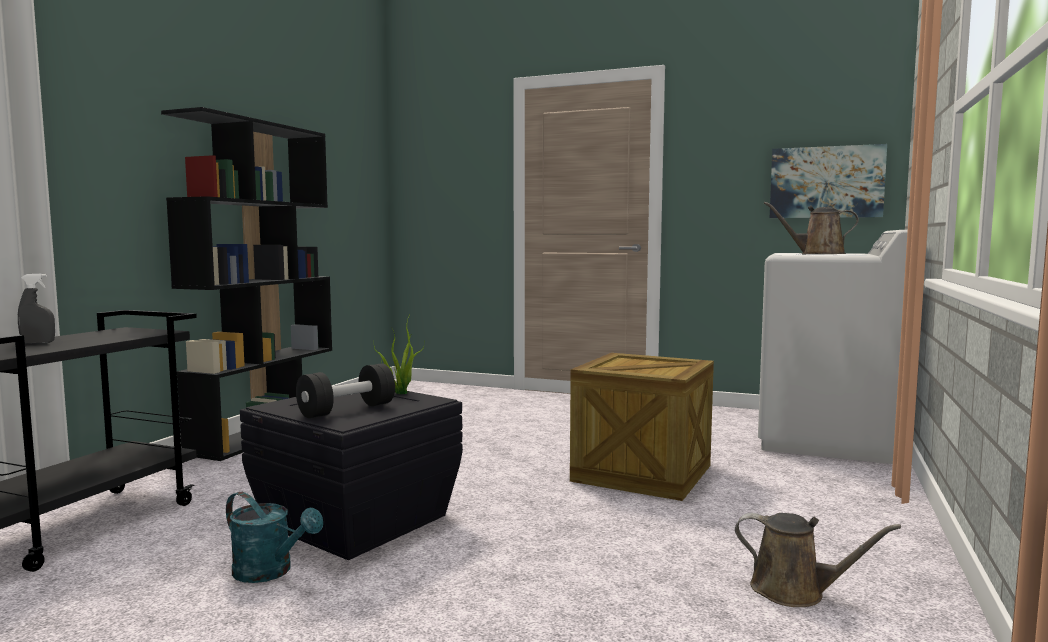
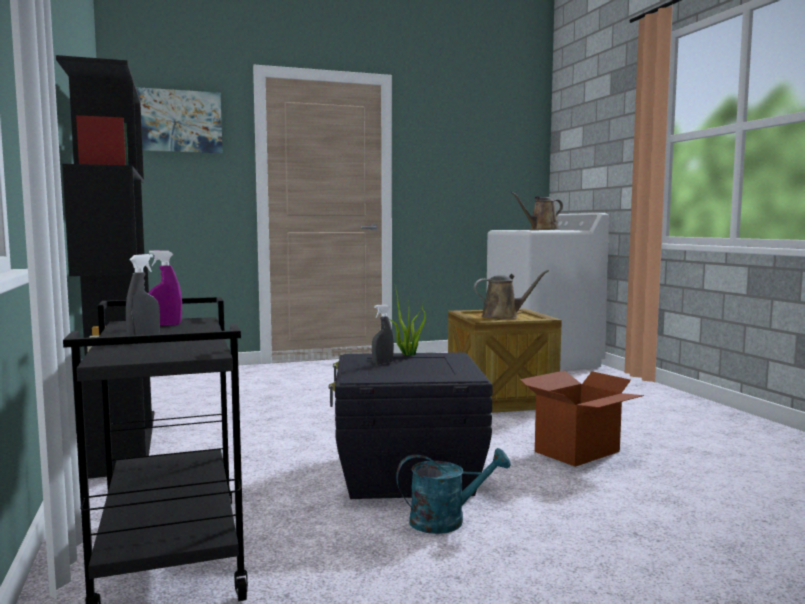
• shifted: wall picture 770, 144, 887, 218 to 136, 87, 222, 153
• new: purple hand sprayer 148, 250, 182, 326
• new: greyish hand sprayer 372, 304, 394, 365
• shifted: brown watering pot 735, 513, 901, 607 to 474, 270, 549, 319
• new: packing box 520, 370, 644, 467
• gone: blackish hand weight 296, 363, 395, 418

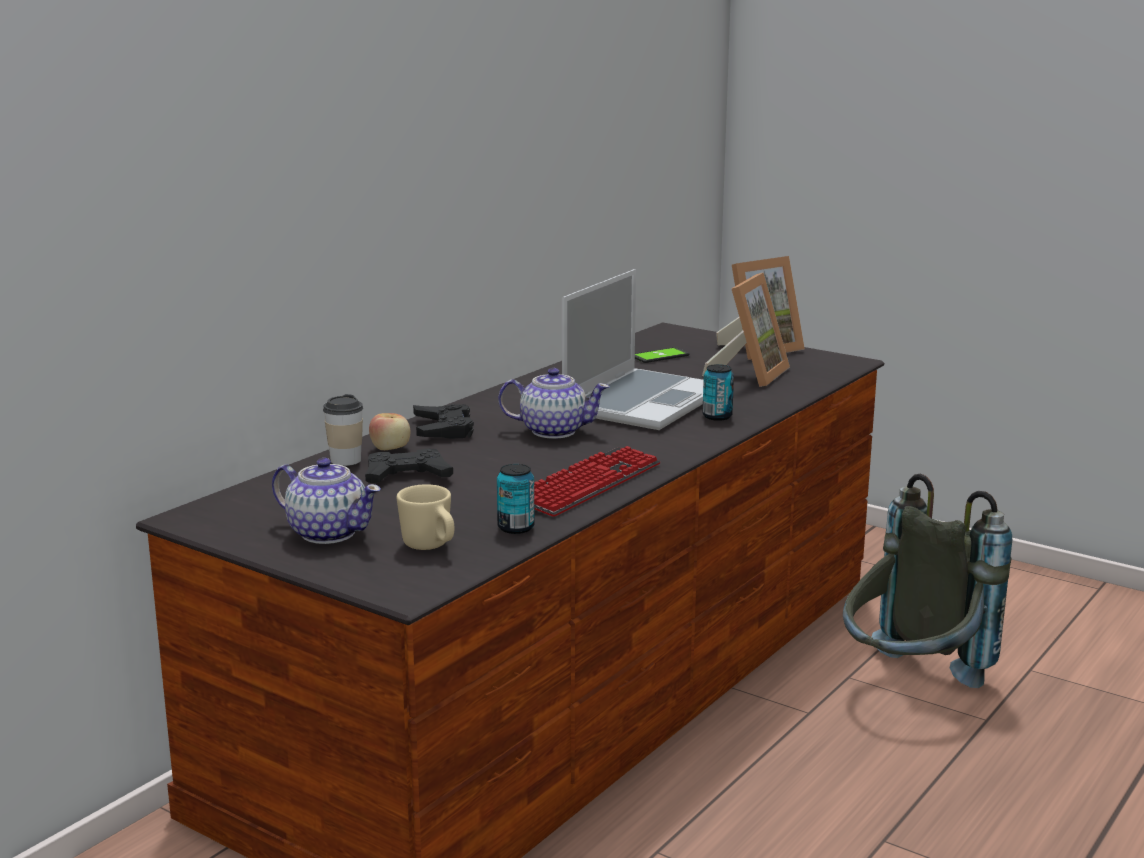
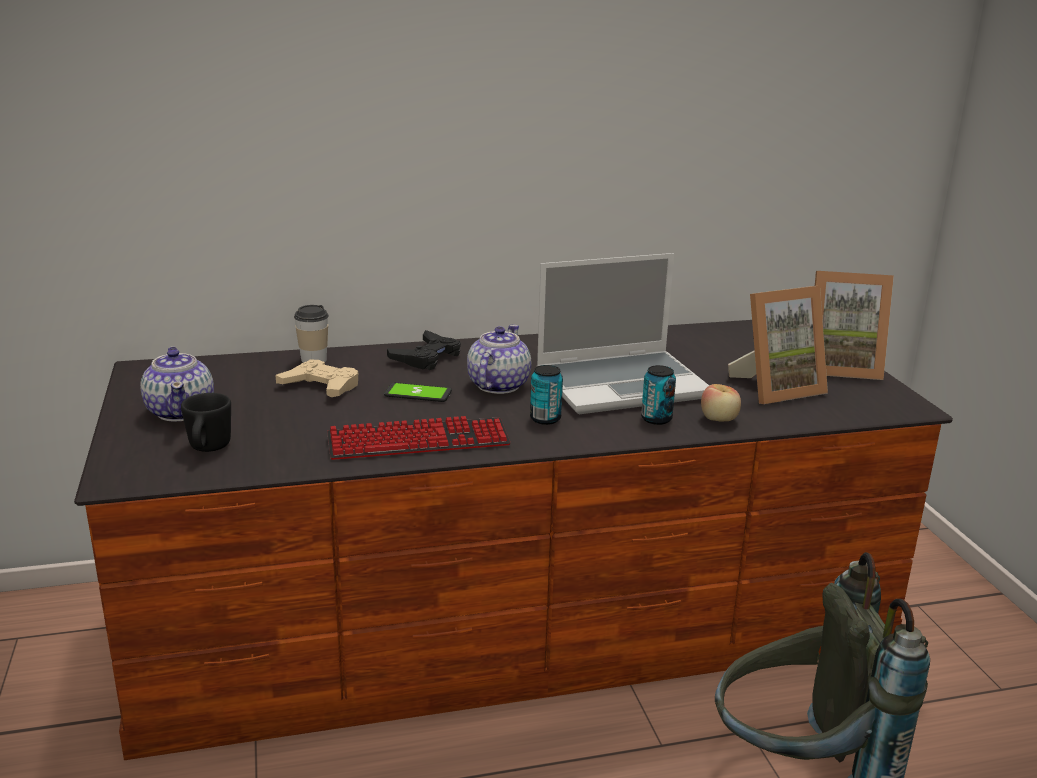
• repainted: sand-coloured coffee mug 397, 484, 454, 550 to blackish coffee mug 181, 393, 231, 452
• repainted: blackish joypad 365, 448, 453, 483 to sand-coloured joypad 275, 360, 358, 397
• shifted: phone 635, 347, 690, 363 to 384, 382, 452, 402
• rotated: teapot 498, 368, 610, 438 = 467, 325, 531, 394 120 degrees counterclockwise
• shifted: metal can 497, 464, 535, 534 to 530, 365, 563, 425
• shifted: apple fruit 369, 413, 410, 450 to 701, 384, 741, 421

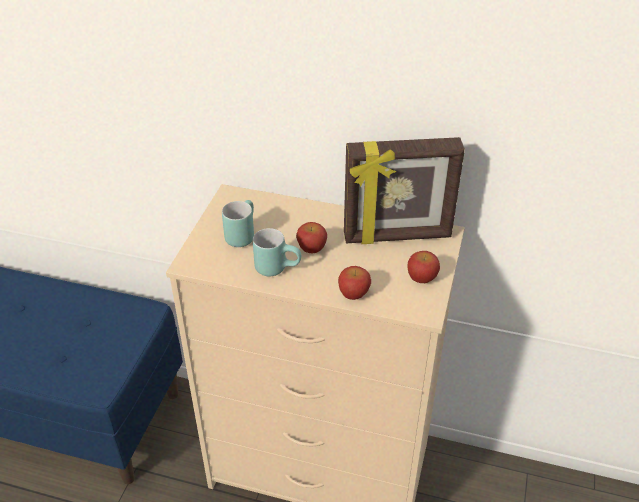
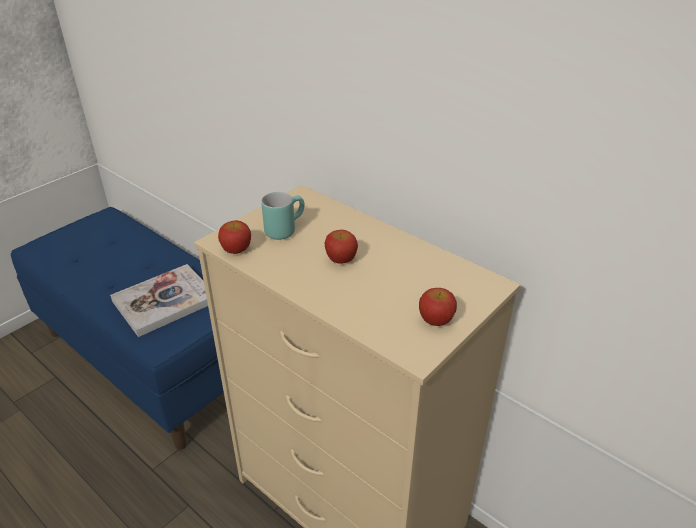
• new: book 110, 264, 208, 337
• shifted: apple fruit 338, 266, 371, 300 to 218, 220, 251, 254
• gone: blue-green coffee mug 253, 228, 301, 276
• gone: photo frame 344, 137, 465, 244

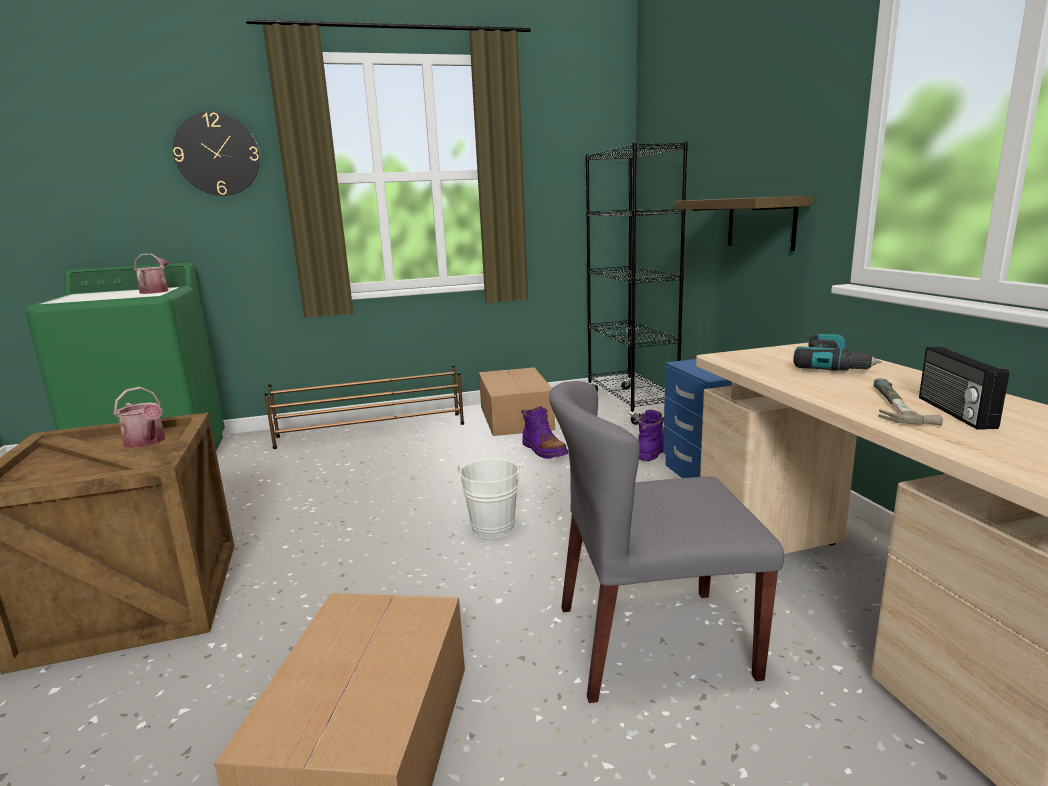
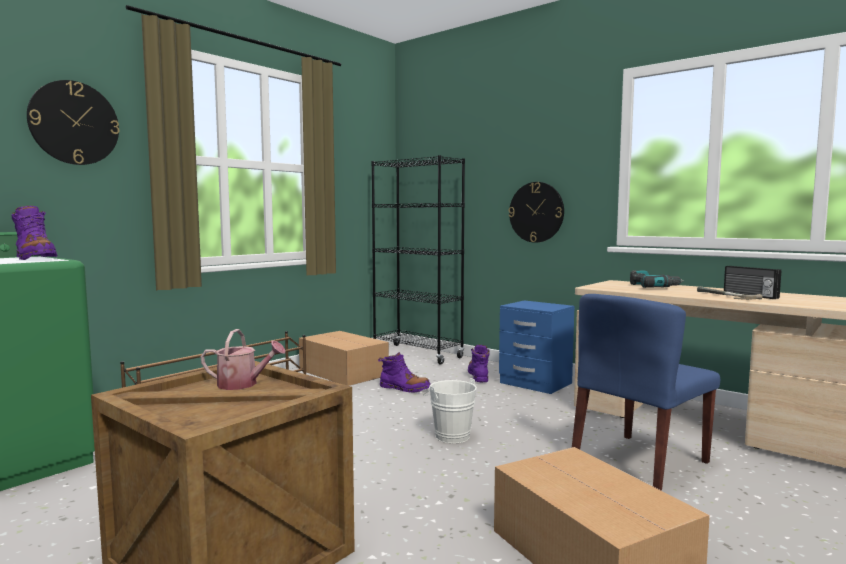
• swapped: watering pot 134, 253, 169, 294 to purple boot 12, 206, 57, 260
• swapped: shelf 674, 195, 813, 251 to hanging clock 509, 182, 564, 243
• repainted: greyish plain chair 549, 381, 784, 703 to blue plain chair 572, 294, 720, 491

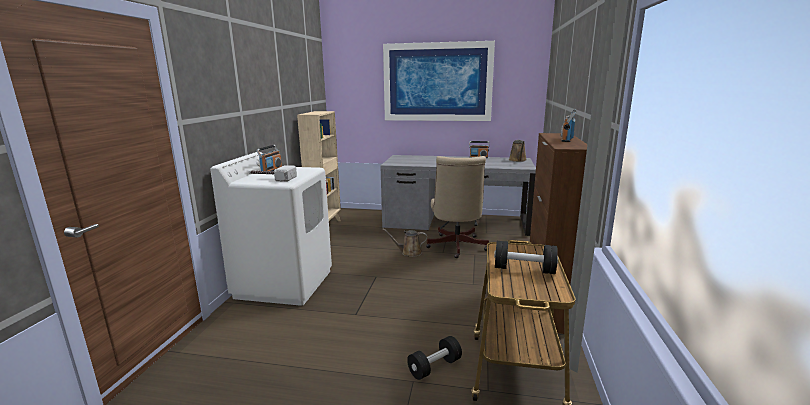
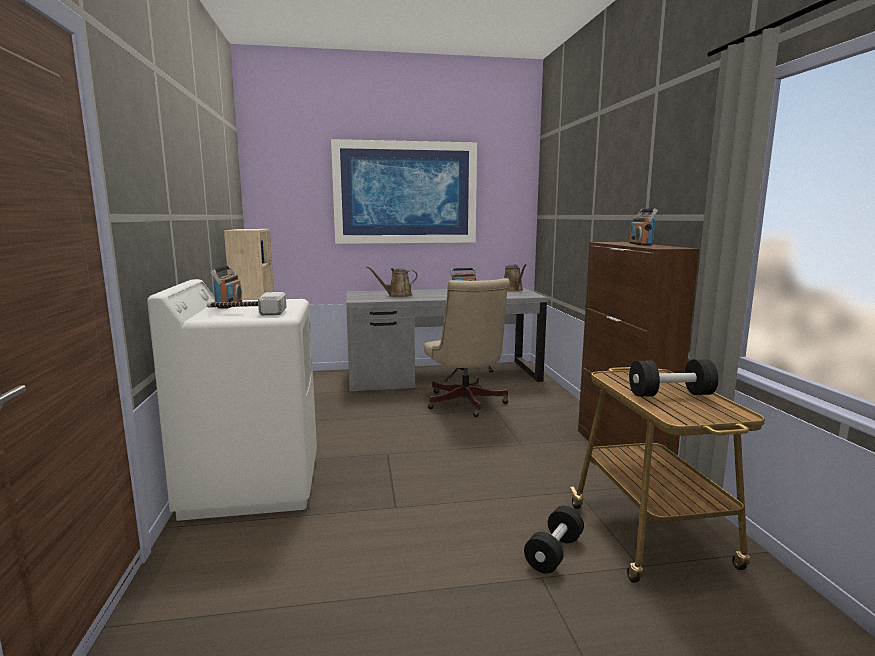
• shifted: brown watering pot 382, 229, 427, 257 to 366, 266, 418, 297

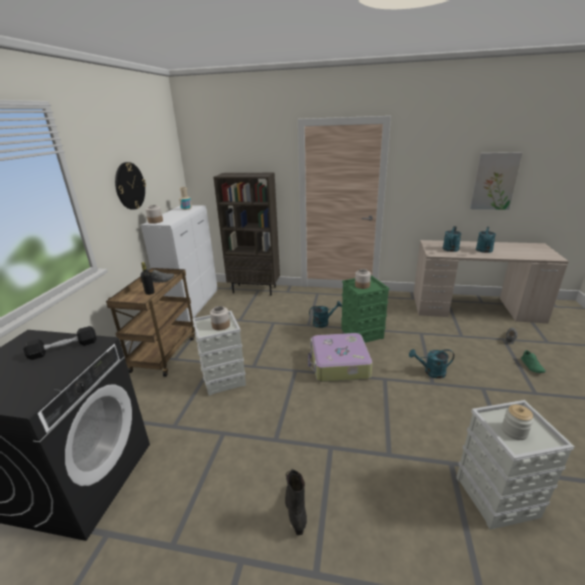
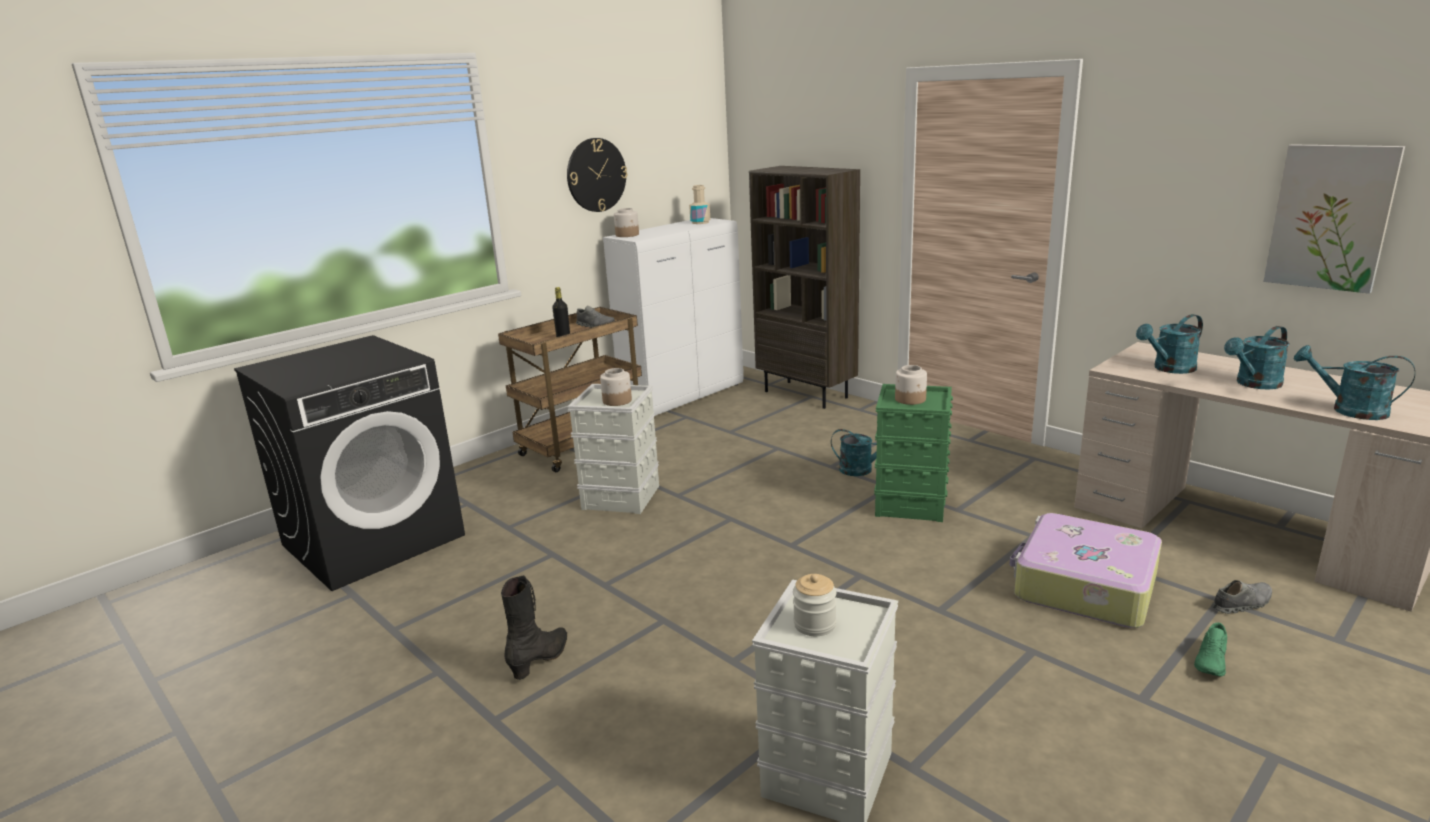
• shifted: piece of luggage 308, 333, 373, 382 to 1009, 513, 1162, 628
• shifted: blue-green watering pot 409, 349, 454, 378 to 1294, 345, 1415, 420
• gone: blackish hand weight 23, 326, 97, 360

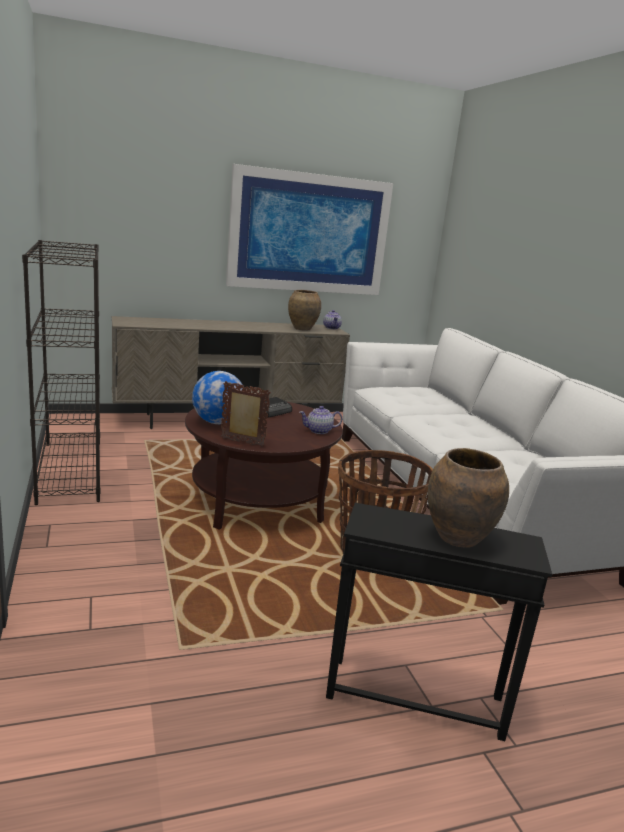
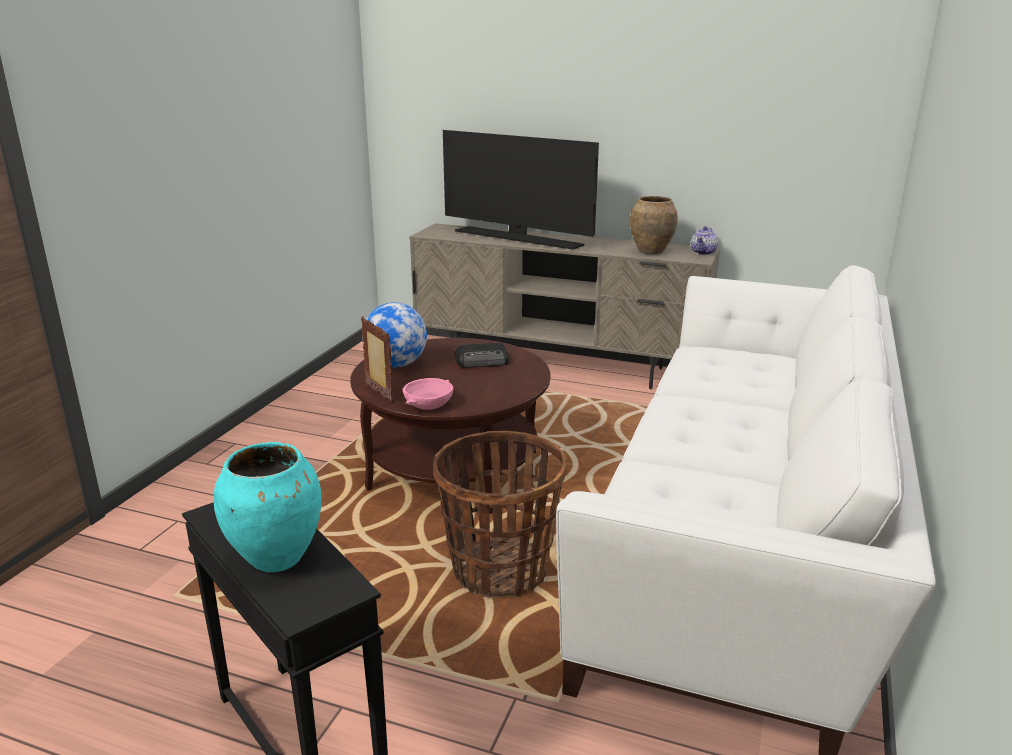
• repainted: brown vase 428, 448, 509, 547 to blue-green vase 214, 442, 321, 572
• new: pink bowl 403, 378, 453, 410
• new: TV set 443, 130, 599, 250
• gone: blackish bookcase 22, 240, 100, 505
• gone: wall picture 226, 164, 393, 295
• gone: teapot 299, 406, 342, 434

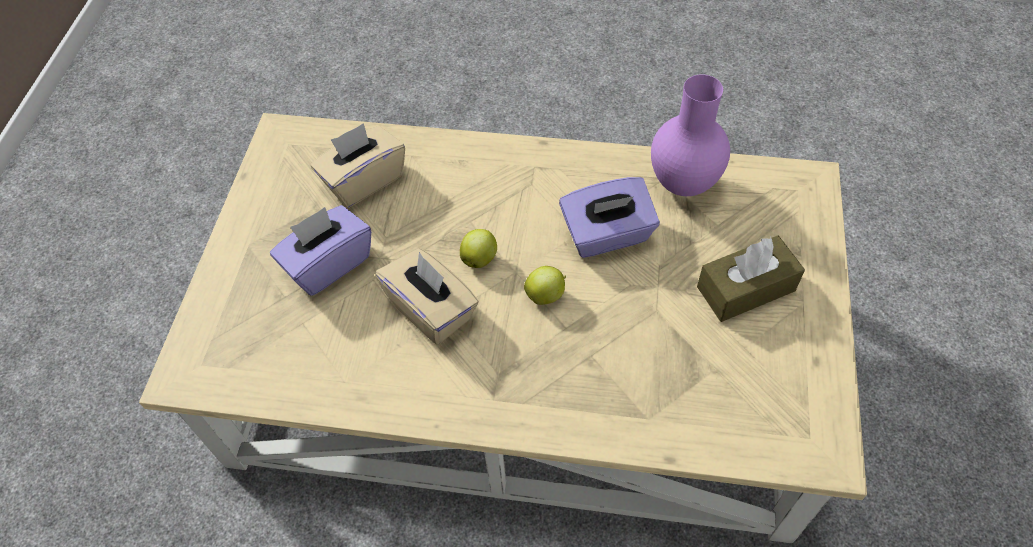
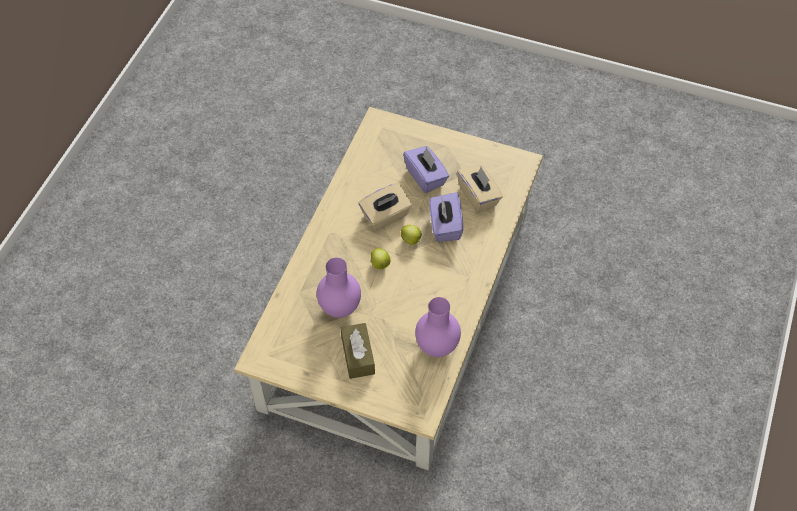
• new: purple vase 317, 257, 361, 318
• shifted: purple box of tissues 559, 177, 660, 258 to 430, 192, 463, 241

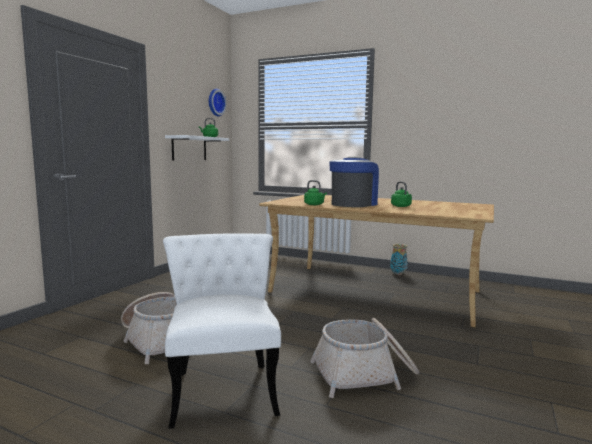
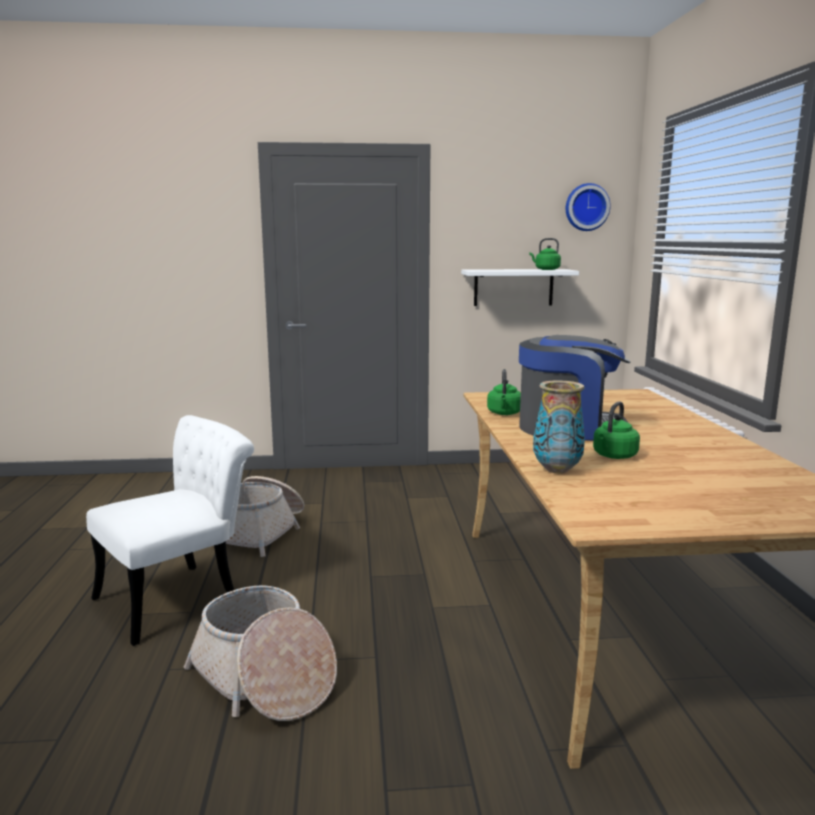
• shifted: vase 390, 244, 408, 275 to 533, 380, 585, 474

